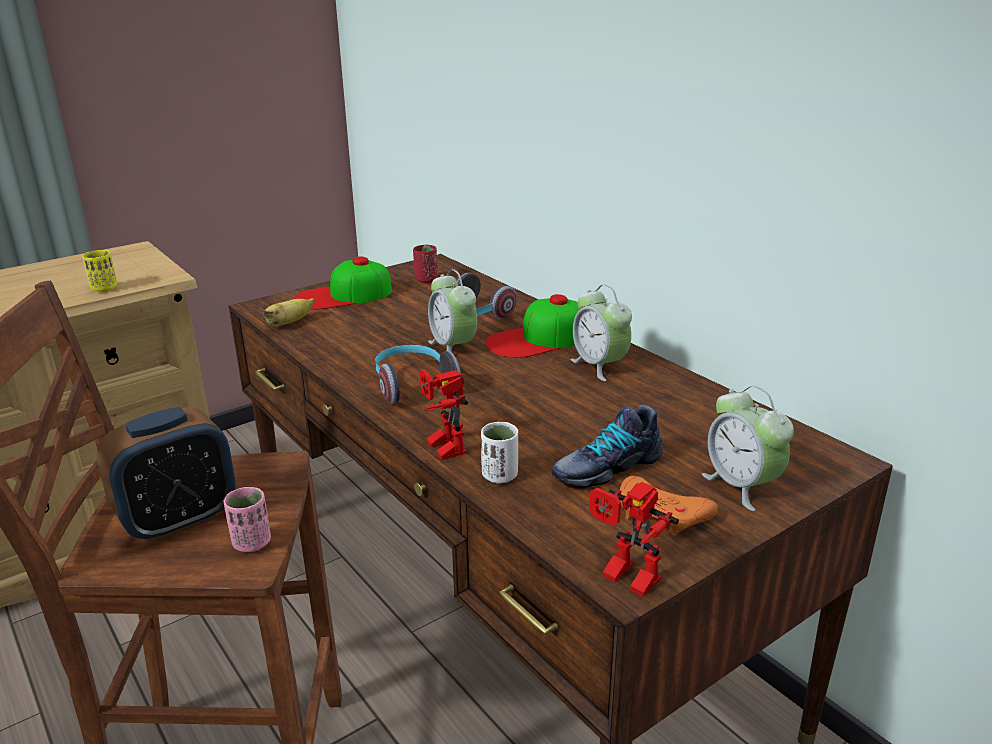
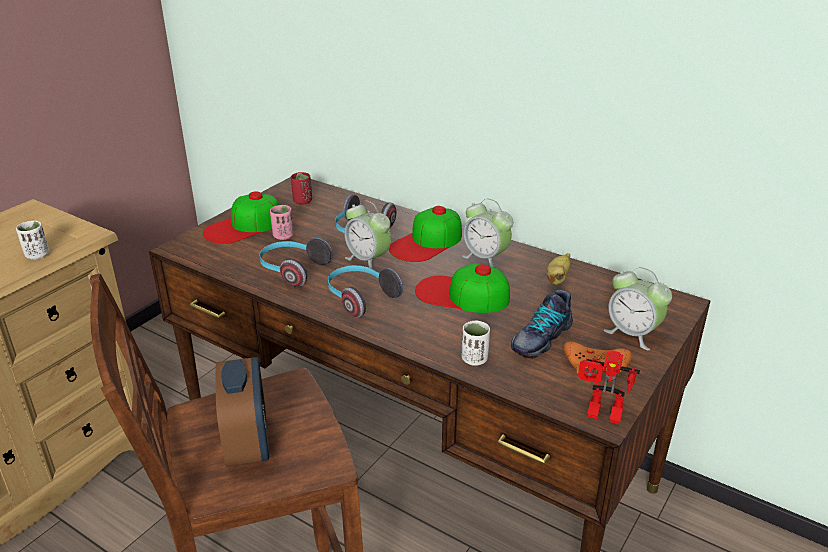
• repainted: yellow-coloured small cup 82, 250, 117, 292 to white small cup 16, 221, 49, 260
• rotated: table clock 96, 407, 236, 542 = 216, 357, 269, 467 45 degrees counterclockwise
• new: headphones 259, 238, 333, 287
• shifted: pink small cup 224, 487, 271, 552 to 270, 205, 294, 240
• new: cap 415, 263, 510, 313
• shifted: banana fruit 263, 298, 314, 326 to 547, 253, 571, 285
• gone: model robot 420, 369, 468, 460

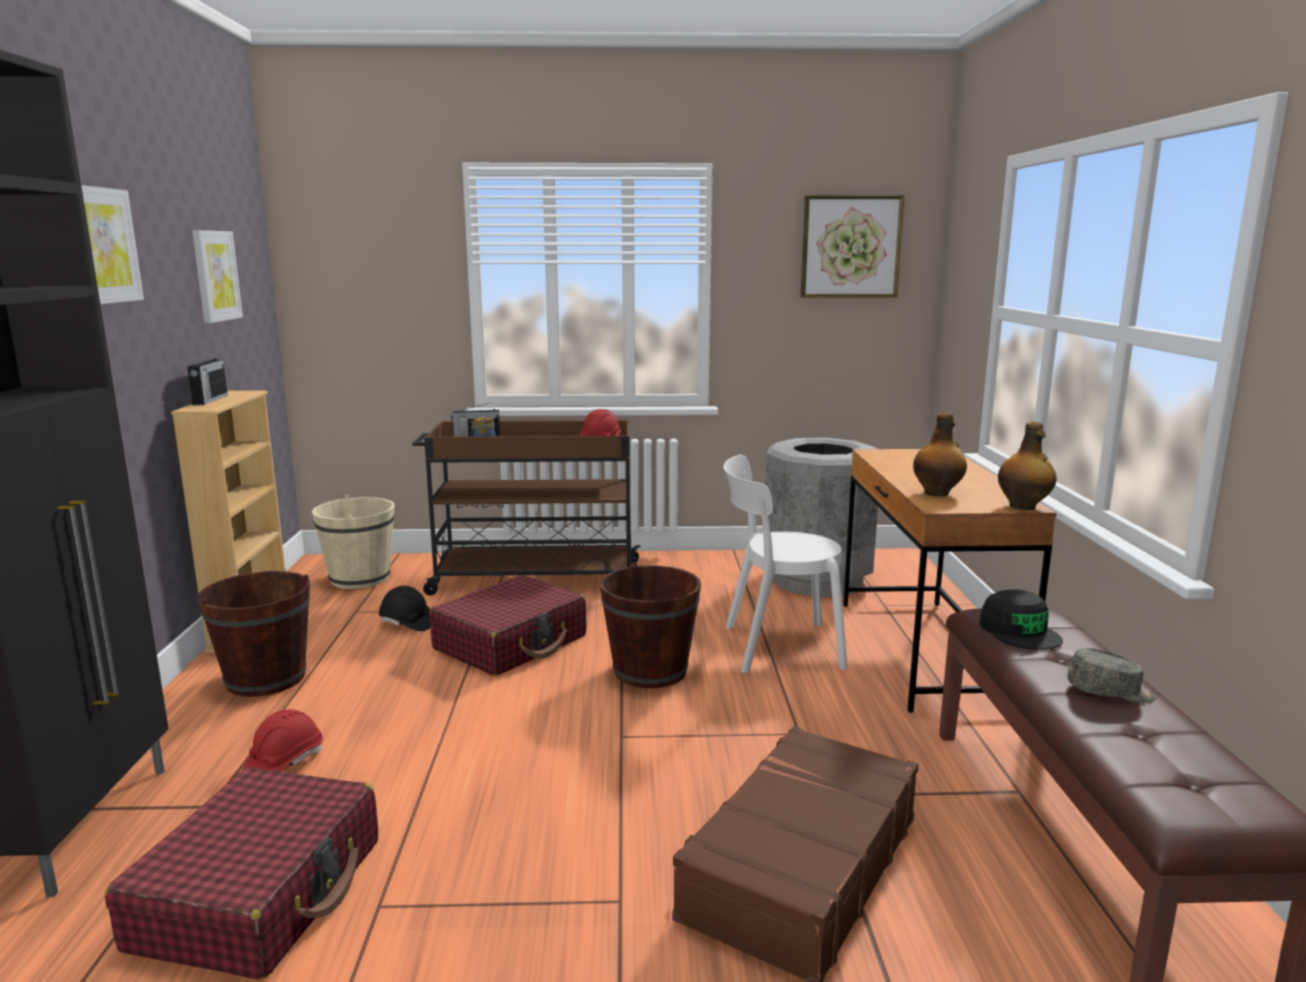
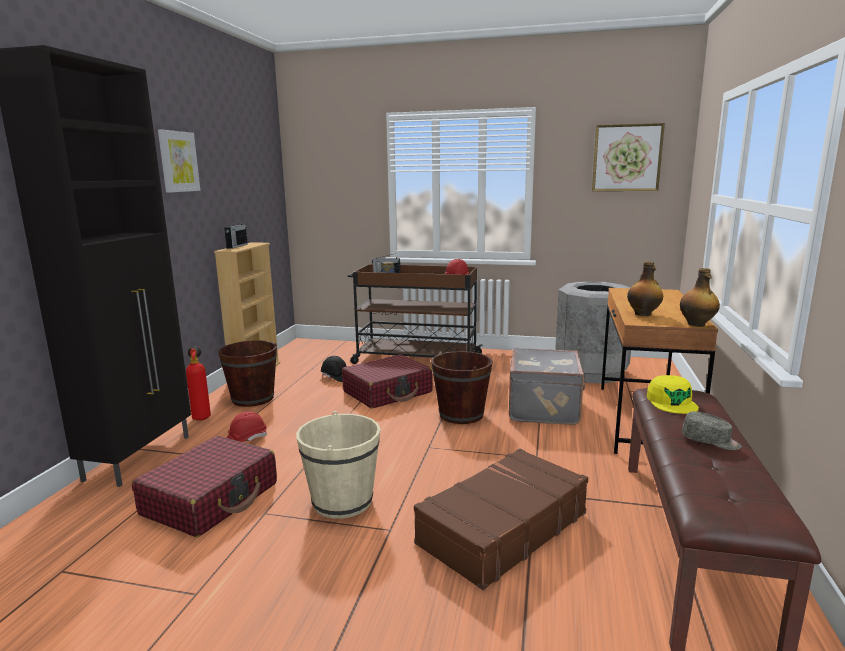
• new: fire-fighting cylinder 186, 346, 211, 421
• shifted: sand-coloured bucket 312, 495, 395, 589 to 296, 411, 380, 519
• swapped: white plain chair 723, 455, 847, 673 to greyish piece of luggage 509, 348, 586, 425
• repainted: blackish cap 979, 590, 1063, 649 to yellow-coloured cap 647, 375, 699, 414
• gone: wall picture 192, 230, 243, 323

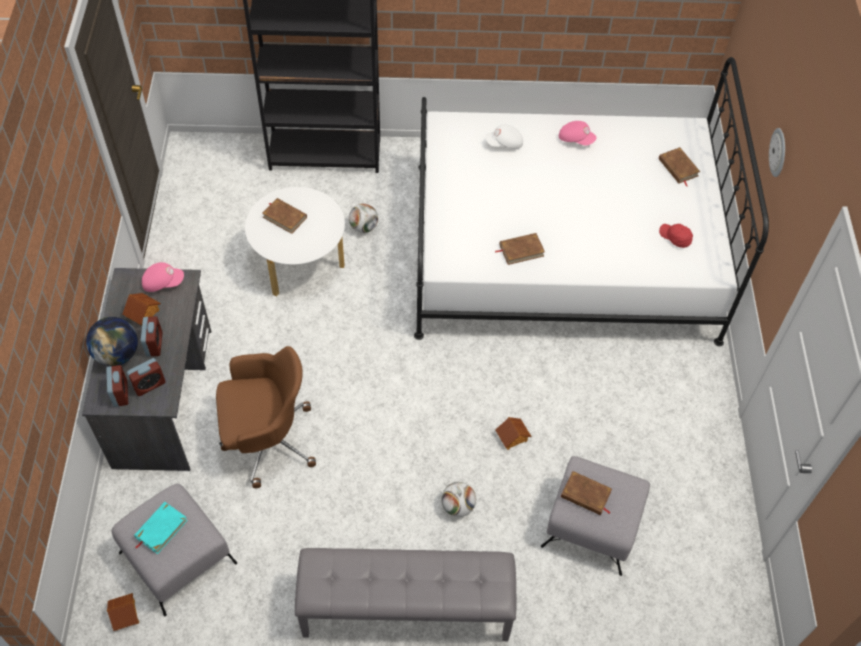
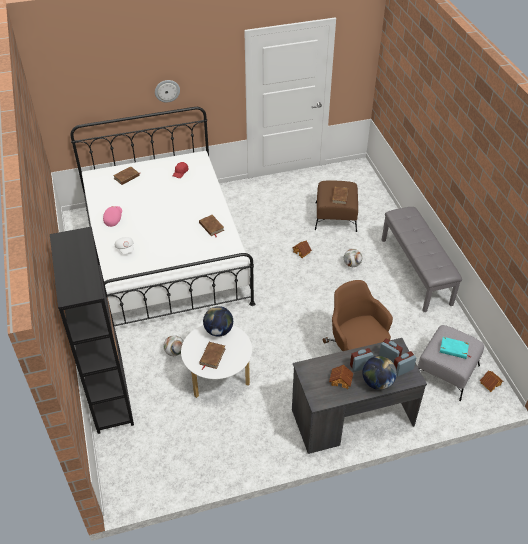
• new: desk globe 203, 306, 233, 337
• repainted: greyish pouffe 541, 456, 650, 576 to brown pouffe 315, 180, 358, 232
• gone: pink cap 142, 262, 184, 292

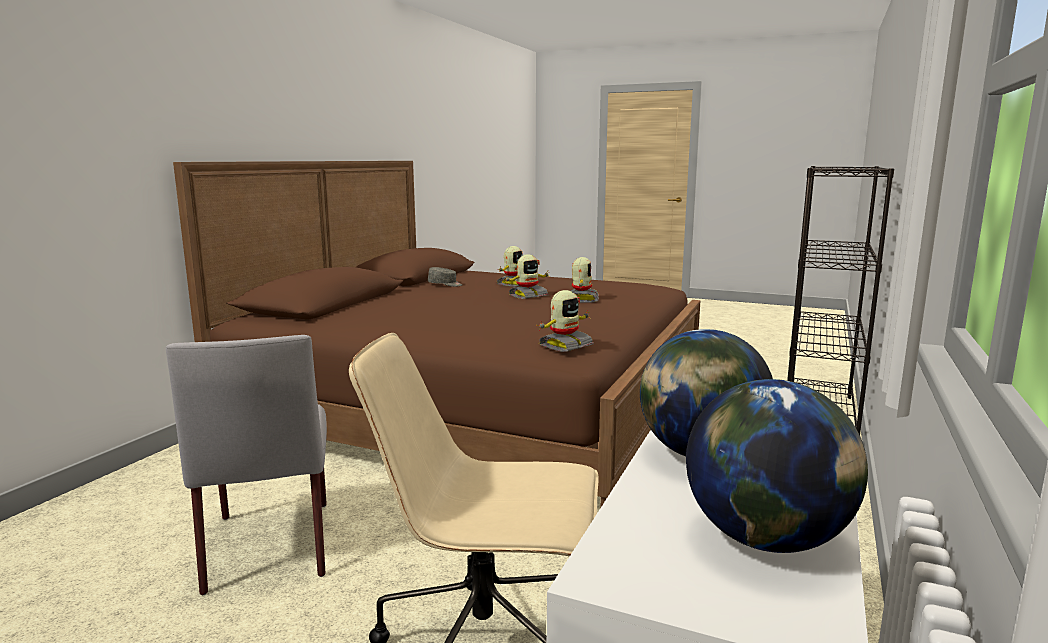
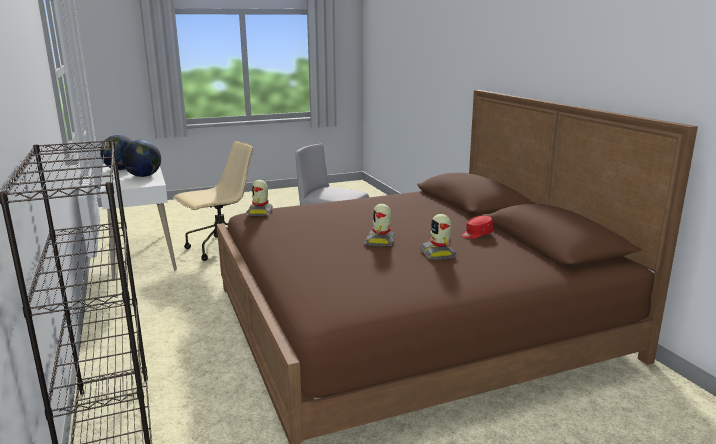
• repainted: greyish cap 428, 267, 463, 287 to reddish cap 462, 215, 493, 239
• gone: model robot 571, 257, 599, 303

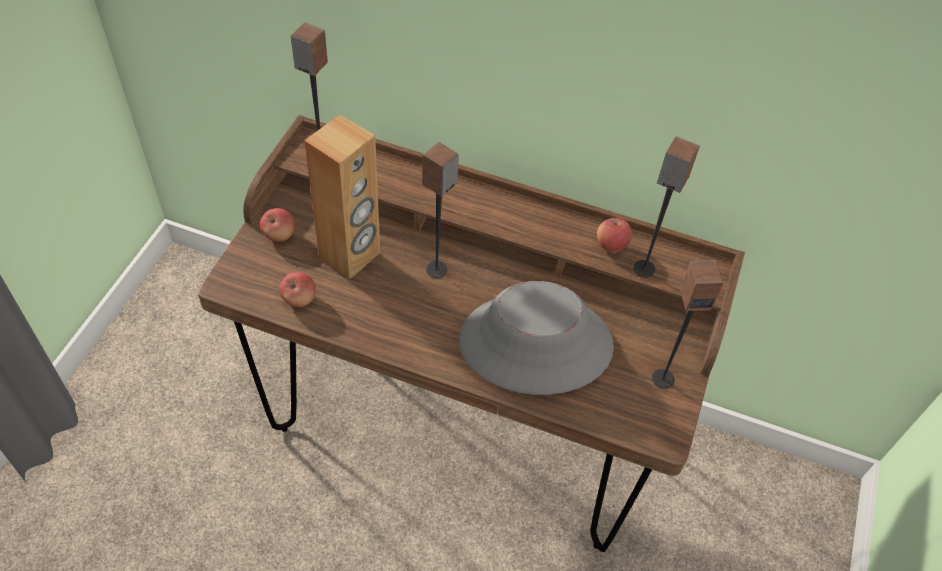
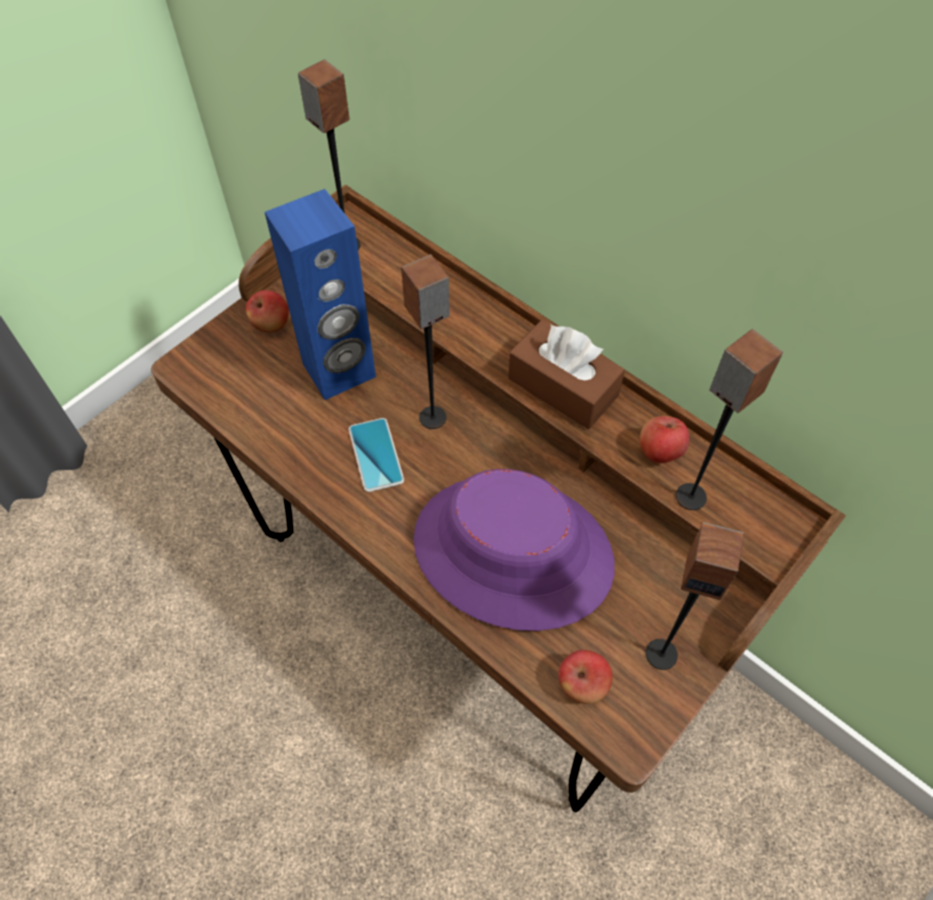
• repainted: brown loudspeaker 304, 115, 380, 279 to blue loudspeaker 265, 189, 376, 400
• new: phone 349, 418, 404, 492
• repainted: greyish wearable hat 459, 281, 614, 395 to purple wearable hat 413, 469, 615, 631
• new: brown box of tissues 508, 320, 625, 429
• shifted: apple fruit 279, 272, 316, 307 to 558, 650, 612, 704

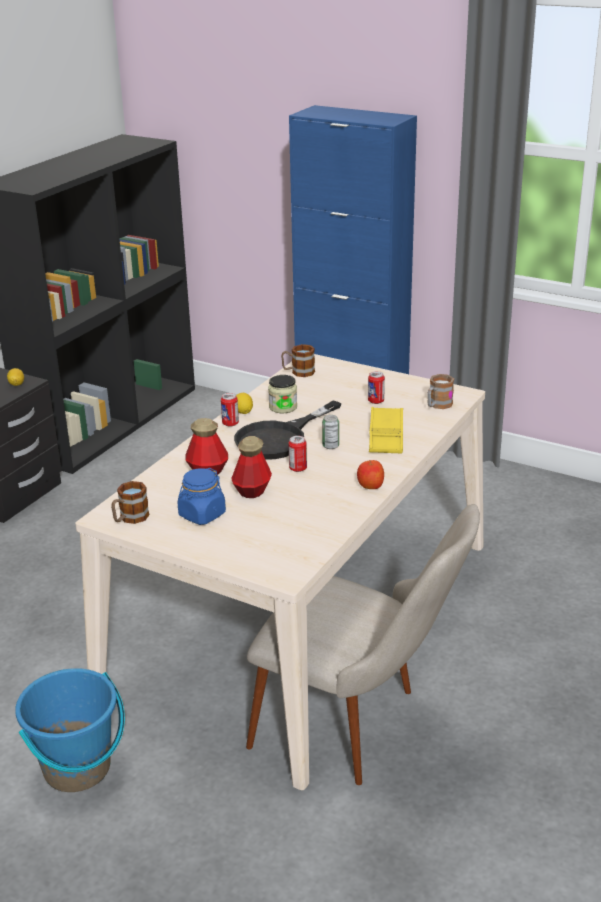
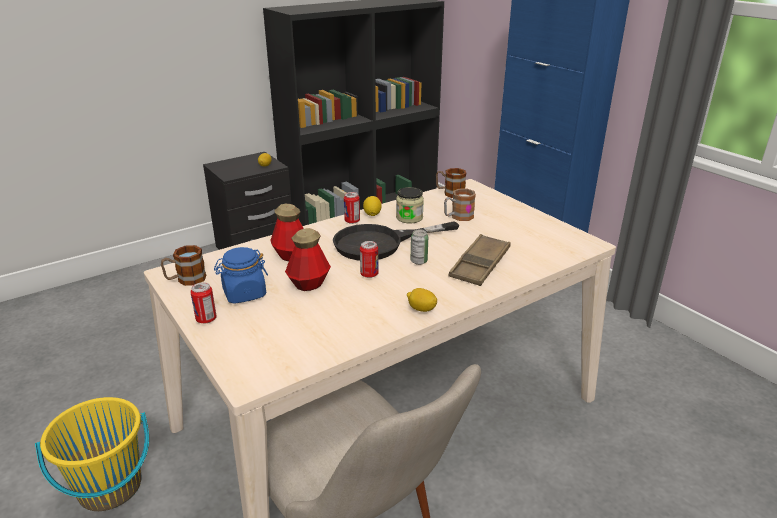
• repainted: blue bucket 15, 668, 125, 792 to yellow-coloured bucket 35, 397, 149, 511
• shifted: metal can 368, 371, 385, 404 to 190, 282, 217, 323
• swapped: apple fruit 357, 460, 384, 489 to lemon 407, 288, 437, 312
• shifted: coffee mug 428, 374, 454, 409 to 444, 189, 476, 221
• repainted: yellow-coloured serving tray 369, 407, 403, 454 to brown serving tray 449, 234, 511, 286

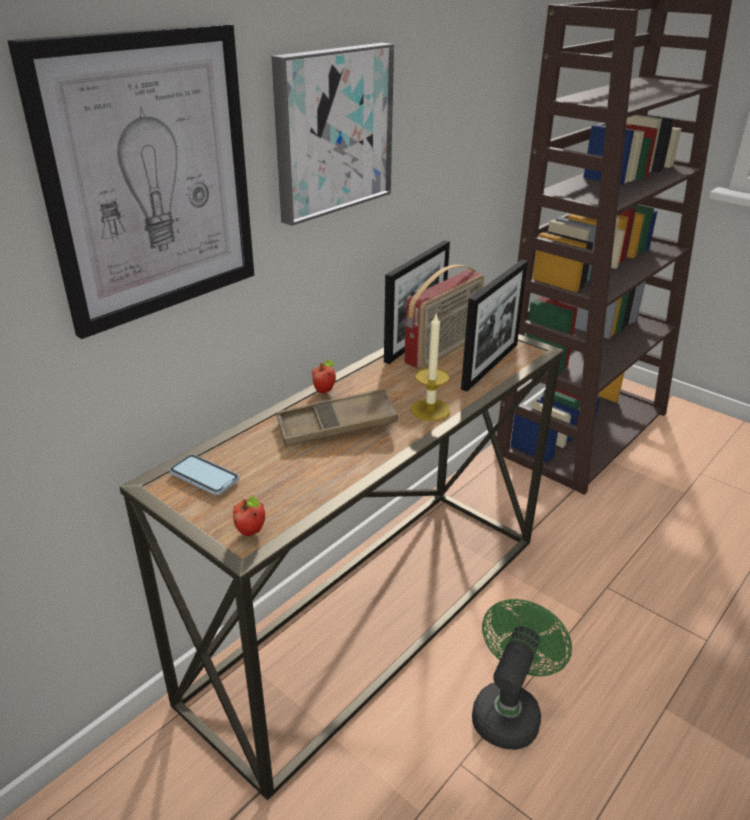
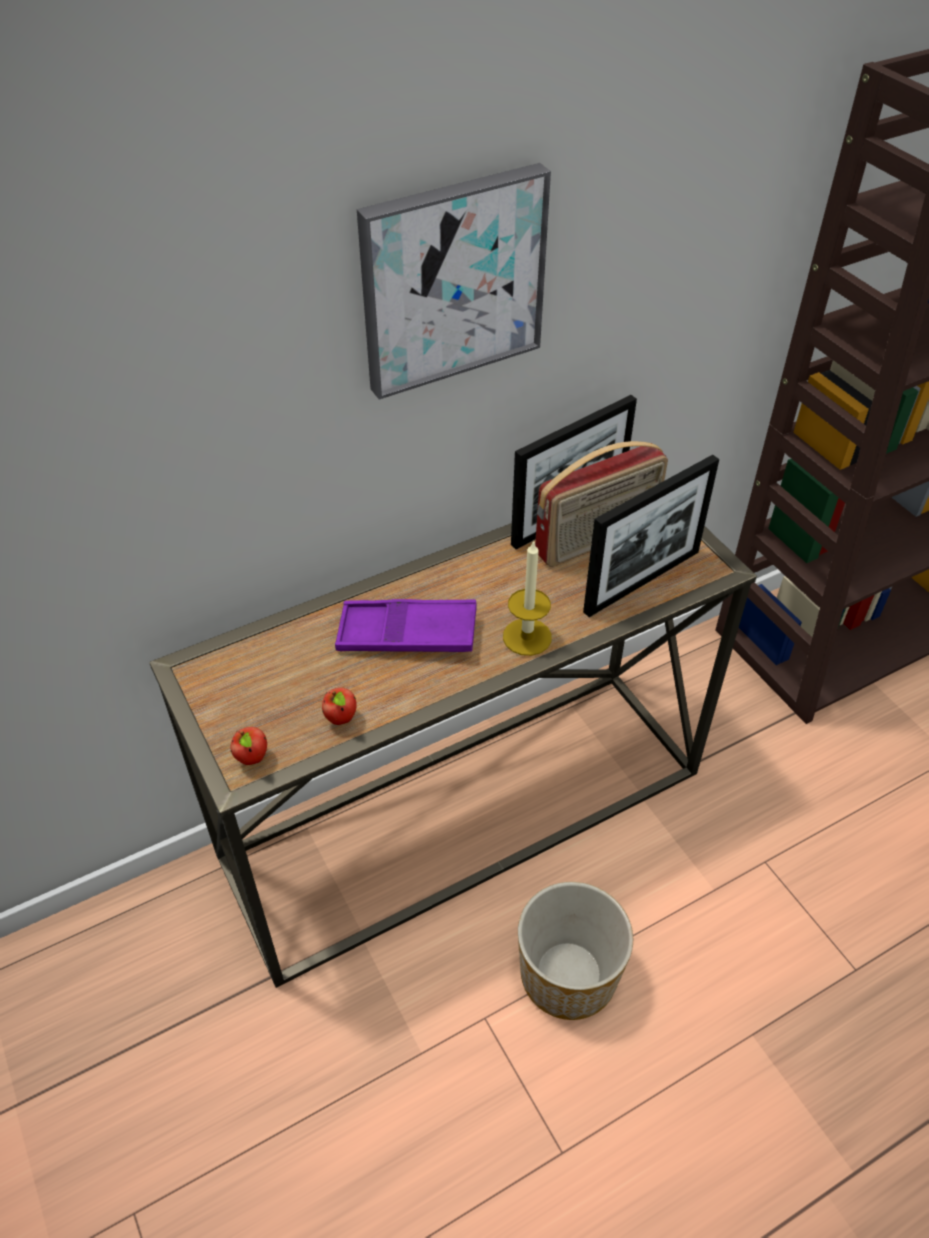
• shifted: apple fruit 311, 359, 336, 393 to 322, 688, 357, 725
• repainted: brown serving tray 276, 389, 398, 446 to purple serving tray 335, 599, 477, 652
• swapped: green-coloured electric fan 472, 599, 572, 750 to flower pot 518, 882, 633, 1020
• gone: wall picture 8, 23, 254, 339
• gone: phone 169, 454, 239, 495

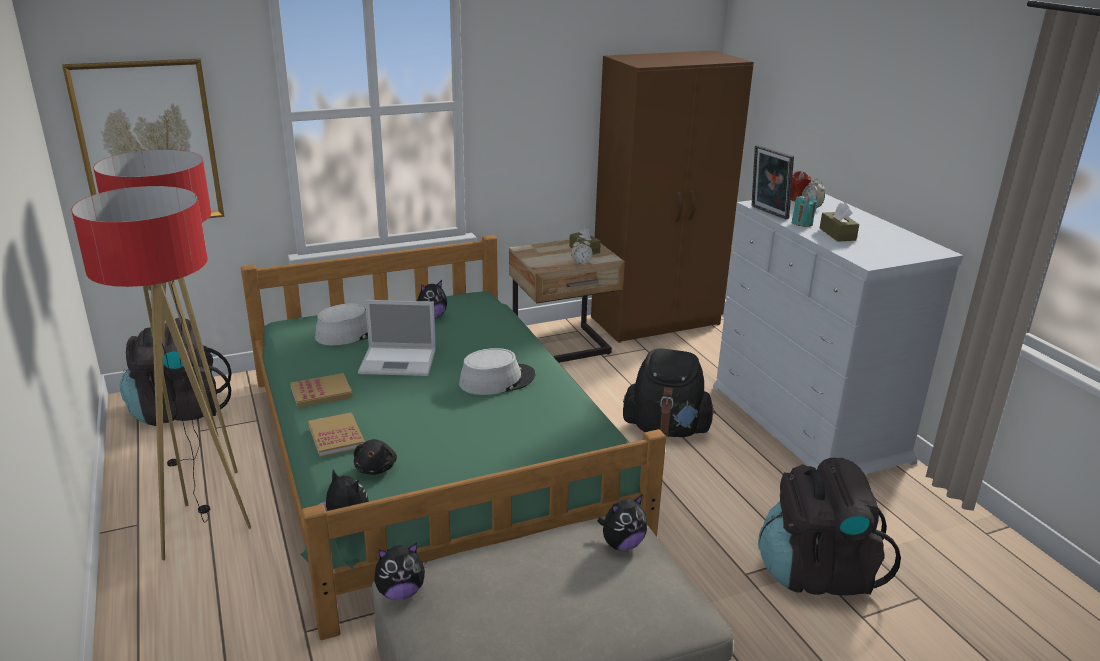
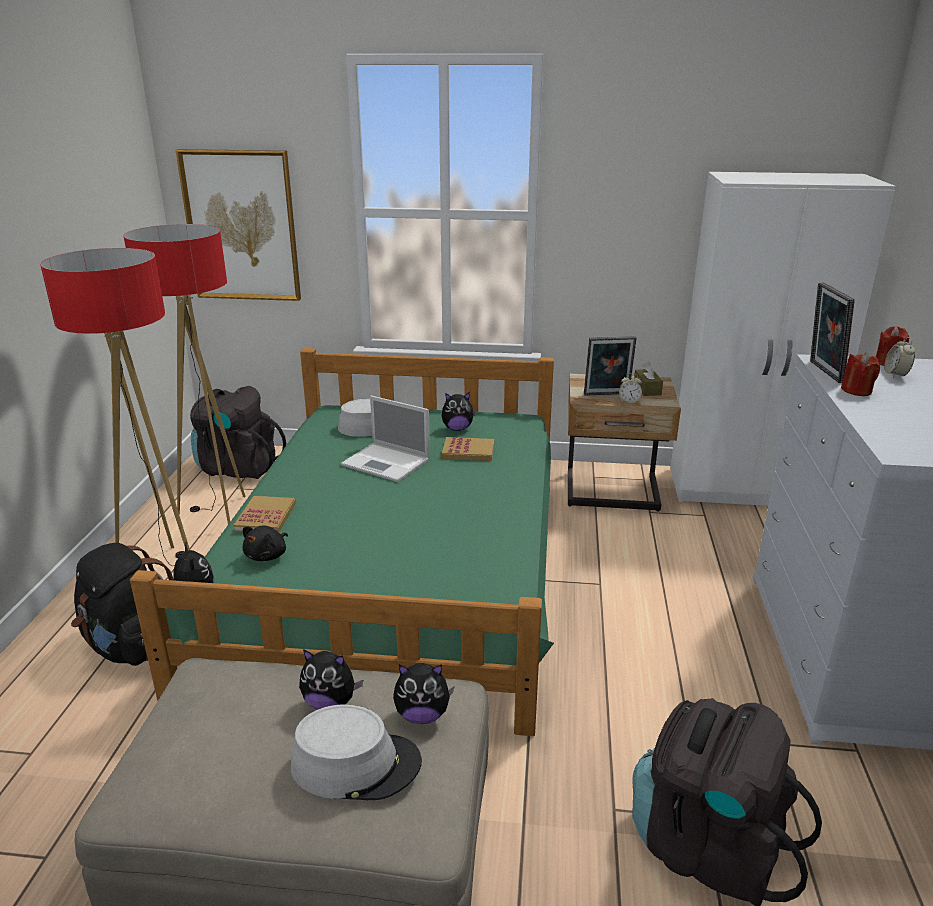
• shifted: blackish rucksack 623, 348, 716, 437 to 71, 543, 174, 666
• shifted: greyish wearable hat 459, 348, 535, 395 to 290, 705, 422, 800
• shifted: cuddly toy 374, 543, 426, 600 to 299, 649, 363, 710
• shifted: book 290, 373, 353, 408 to 442, 437, 494, 461
• new: photo frame 584, 336, 637, 396
• repainted: brown wardrobe 591, 50, 754, 343 to white wardrobe 670, 172, 896, 506
• repainted: blue-green wax candle 792, 194, 817, 227 to reddish wax candle 841, 353, 880, 396
• gone: brown box of tissues 820, 202, 859, 242

